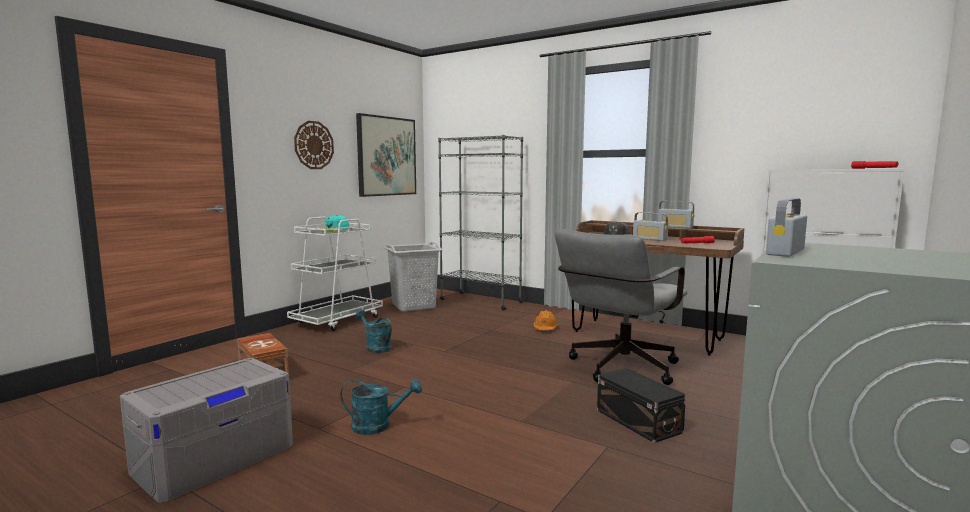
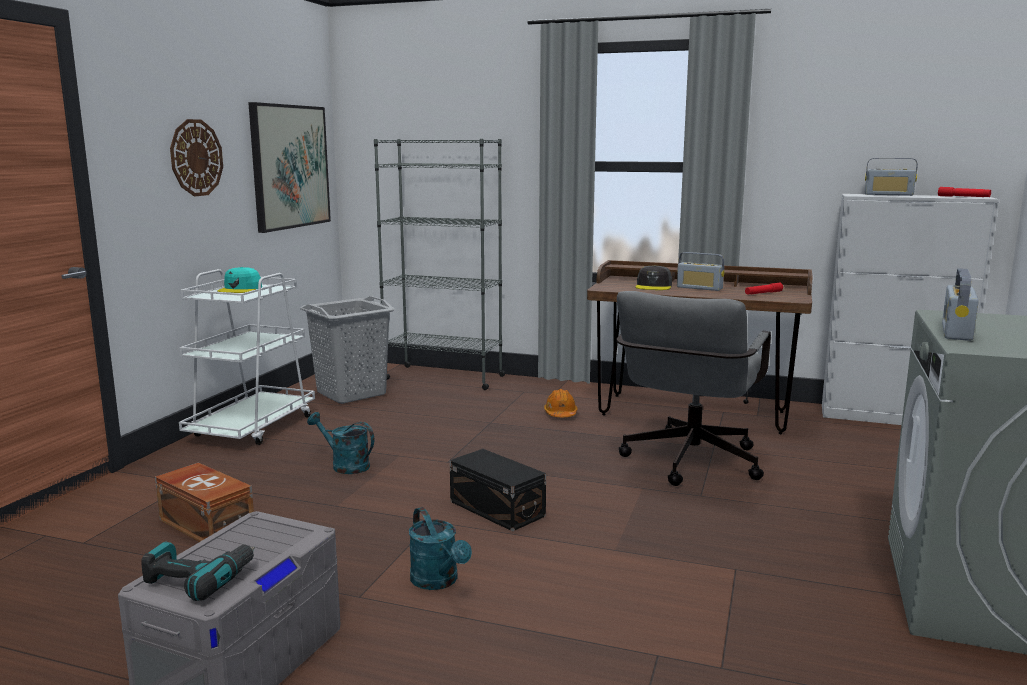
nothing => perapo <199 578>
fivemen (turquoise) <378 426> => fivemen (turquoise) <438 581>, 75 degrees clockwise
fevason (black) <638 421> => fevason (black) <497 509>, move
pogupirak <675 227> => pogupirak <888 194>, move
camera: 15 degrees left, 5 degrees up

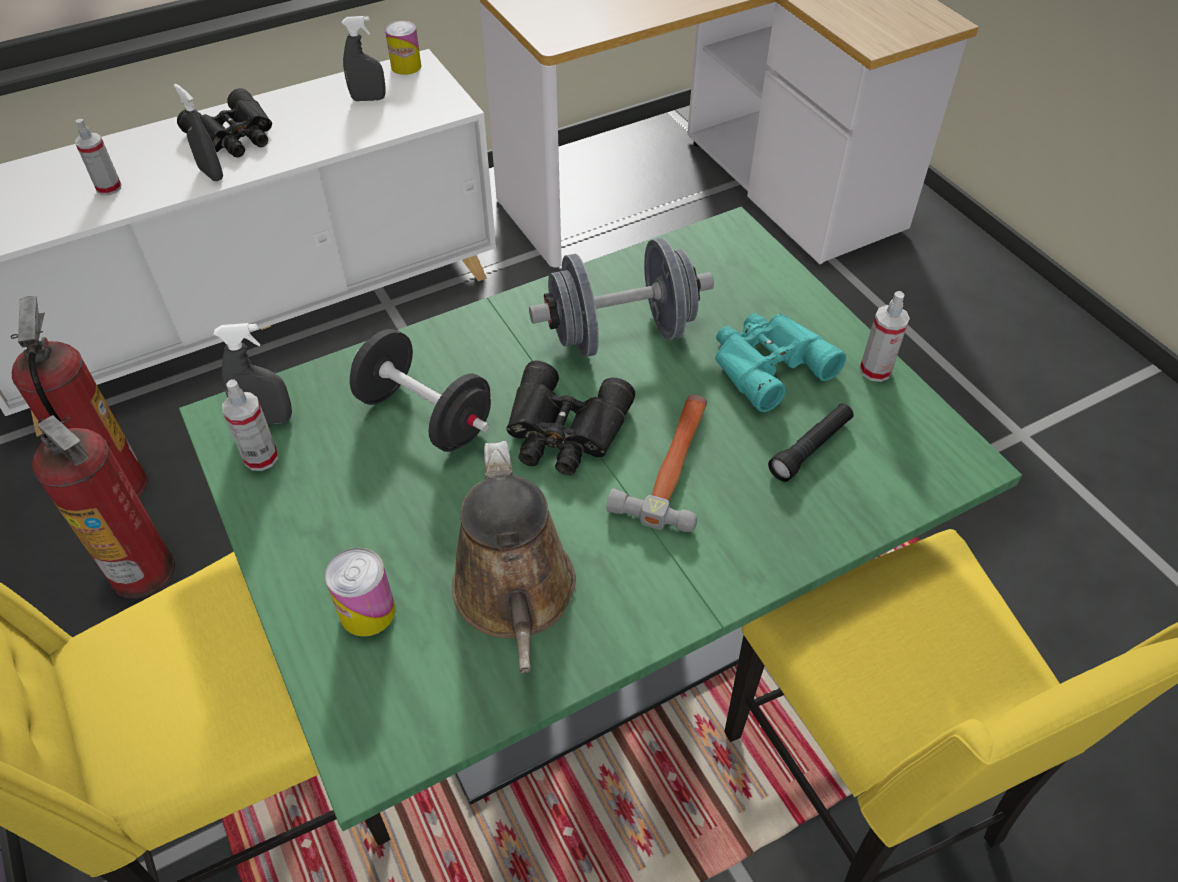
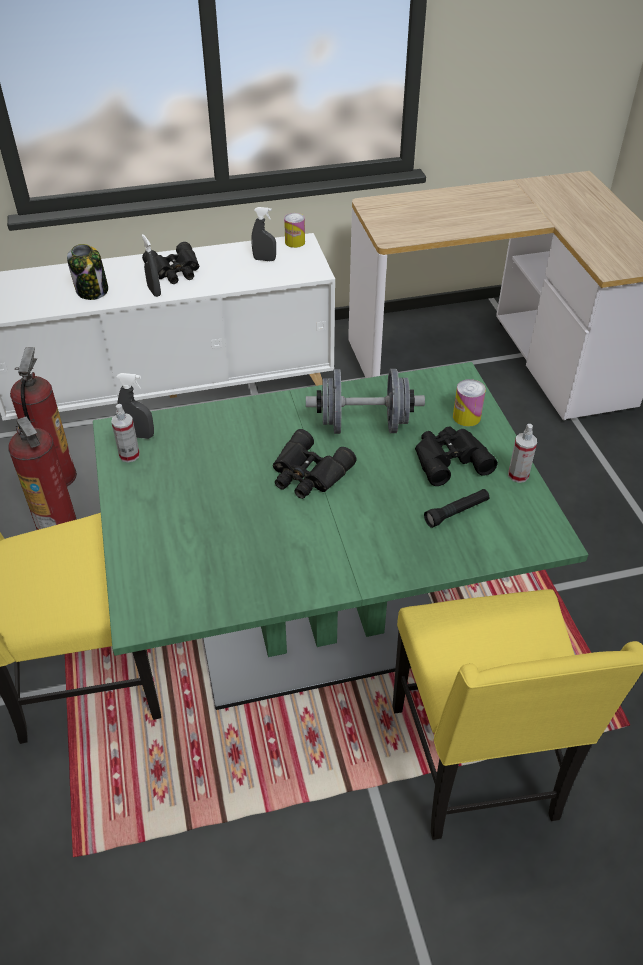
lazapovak <109 188> => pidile <92 291>
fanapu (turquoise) <766 364> => fanapu (black) <448 459>
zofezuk <367 611> => zofezuk <466 417>, move
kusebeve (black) <425 416> => nothing
fivemen (brown) <516 597> => nothing
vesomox <672 464> => nothing
camera: 15 degrees right, 5 degrees down

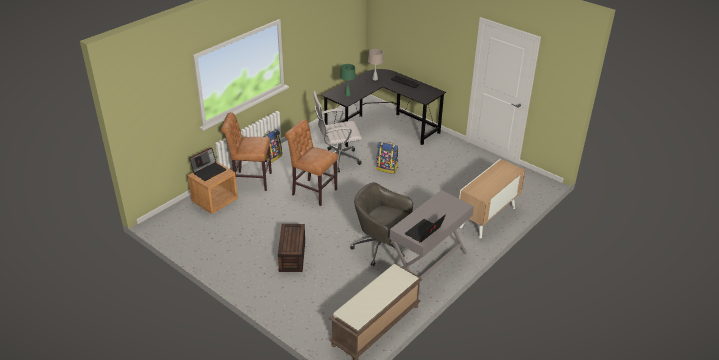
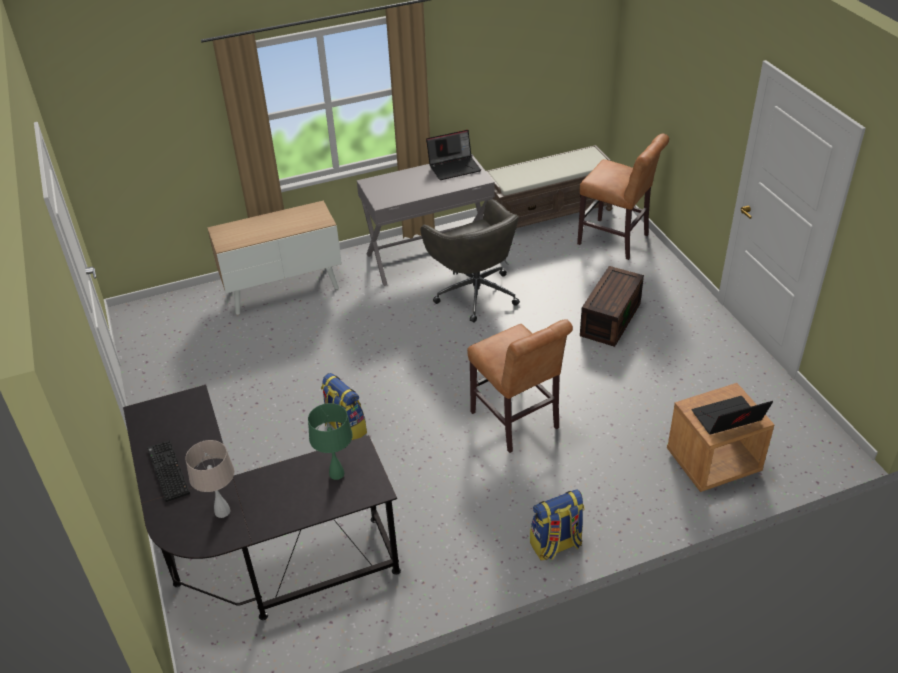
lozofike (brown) <250 181> => lozofike (brown) <616 241>, move
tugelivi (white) <337 160> => nothing
camera: 150 degrees left, 5 degrees up

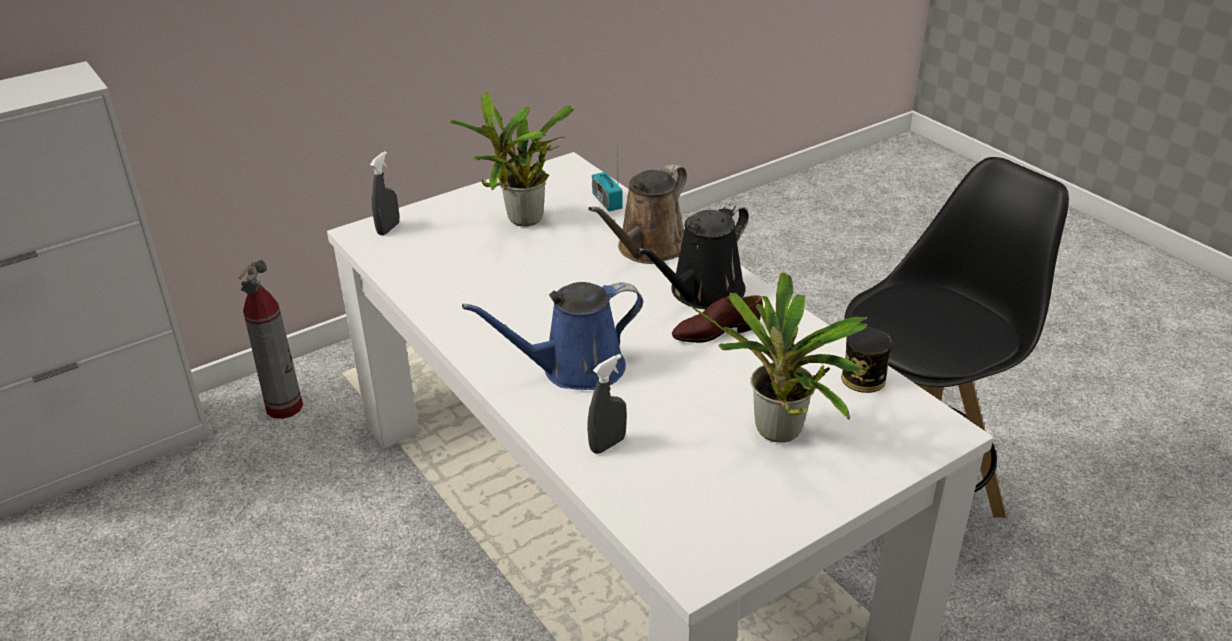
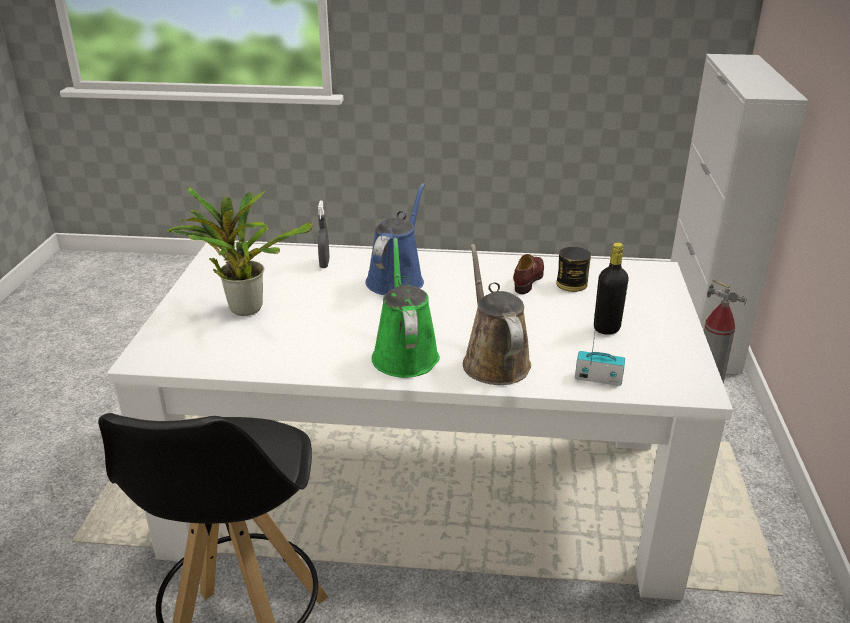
fivemen (black) <702 293> => fivemen (green) <404 354>
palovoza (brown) <716 331> => palovoza (brown) <529 279>, move
zofezuk <863 378> => zofezuk <571 284>, move
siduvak <521 222> => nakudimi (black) <606 328>
lazapovak (grey) <388 229> => nothing
camera: 130 degrees right, 5 degrees down

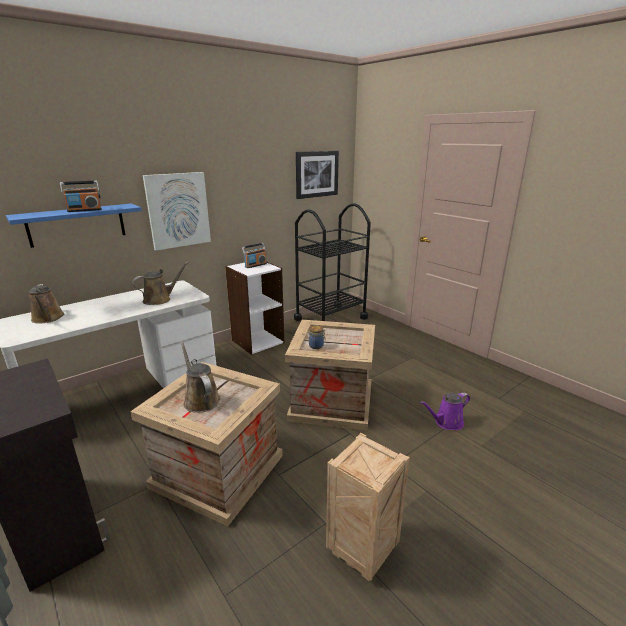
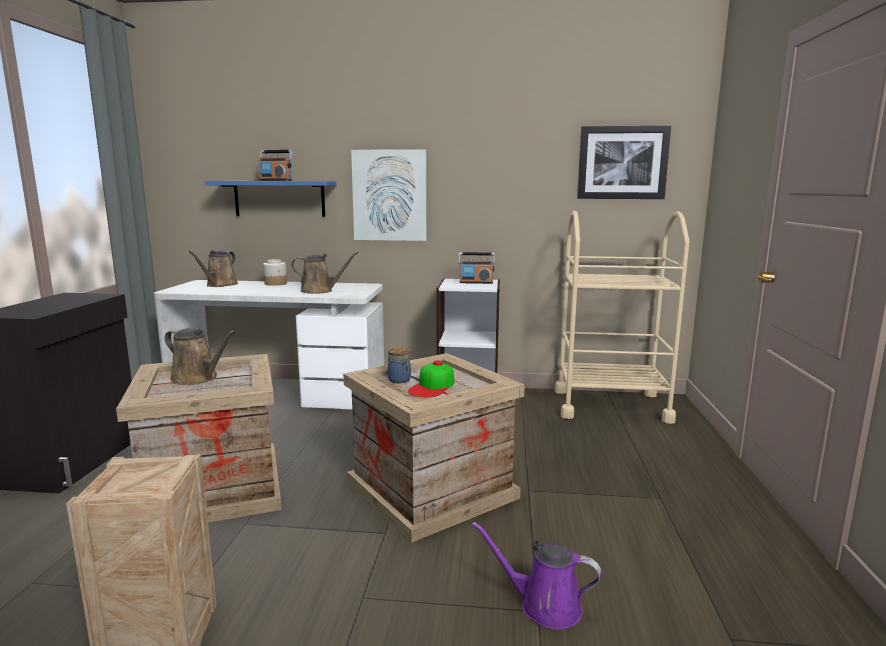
fivemen (brown) <200 399> => fivemen (brown) <197 378>, 105 degrees clockwise
nothing => pidile <276 283>
nothing => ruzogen <432 386>
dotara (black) <330 319> => dotara (beige) <610 405>
camera: 45 degrees right, 10 degrees down

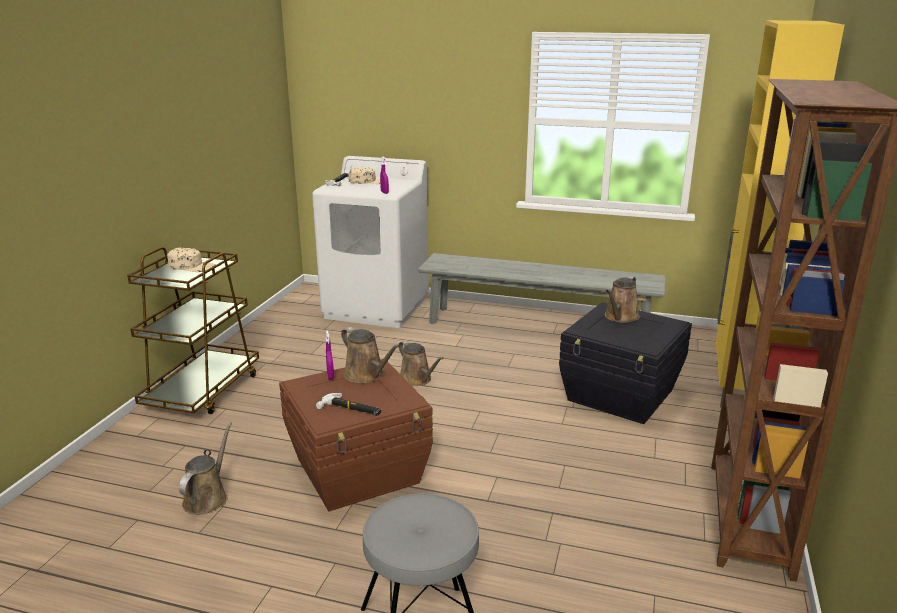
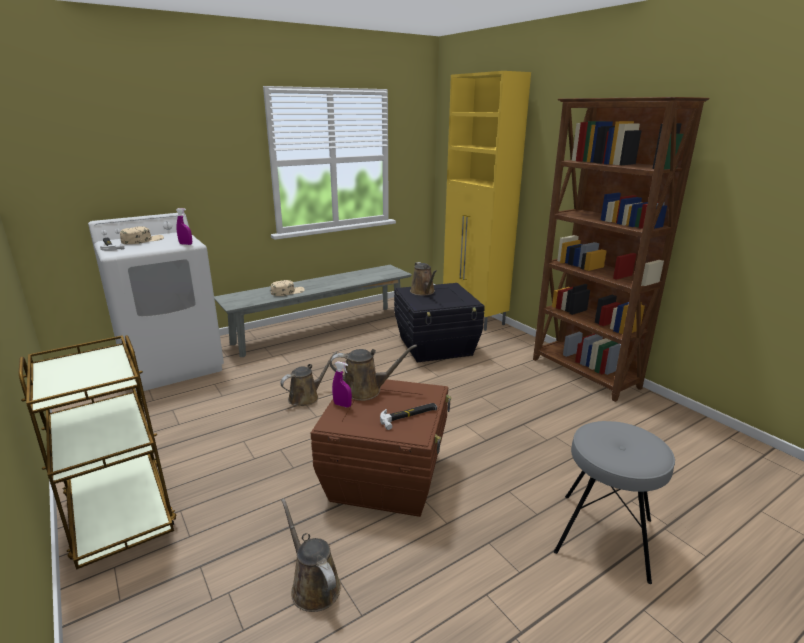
ruzogen (beige) <192 266> => ruzogen (beige) <287 292>, move
fivemen (brown) <417 379> => fivemen (brown) <306 397>, 45 degrees counterclockwise
camera: 50 degrees left, 0 degrees up

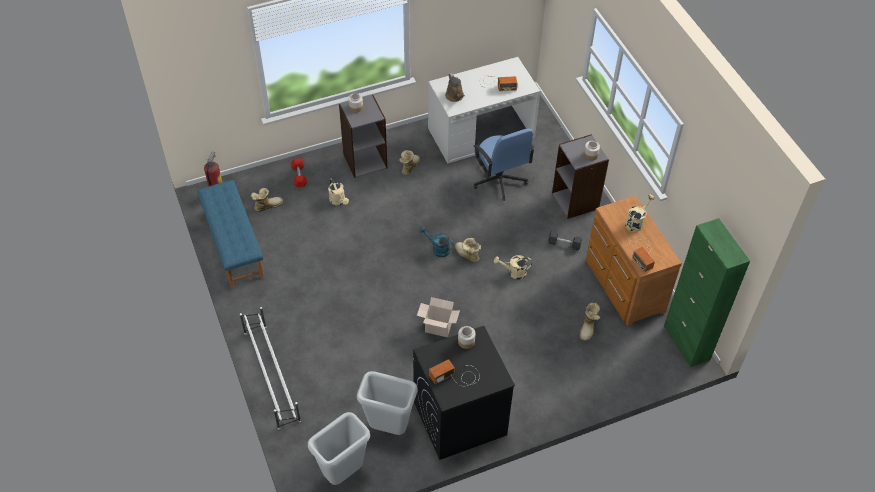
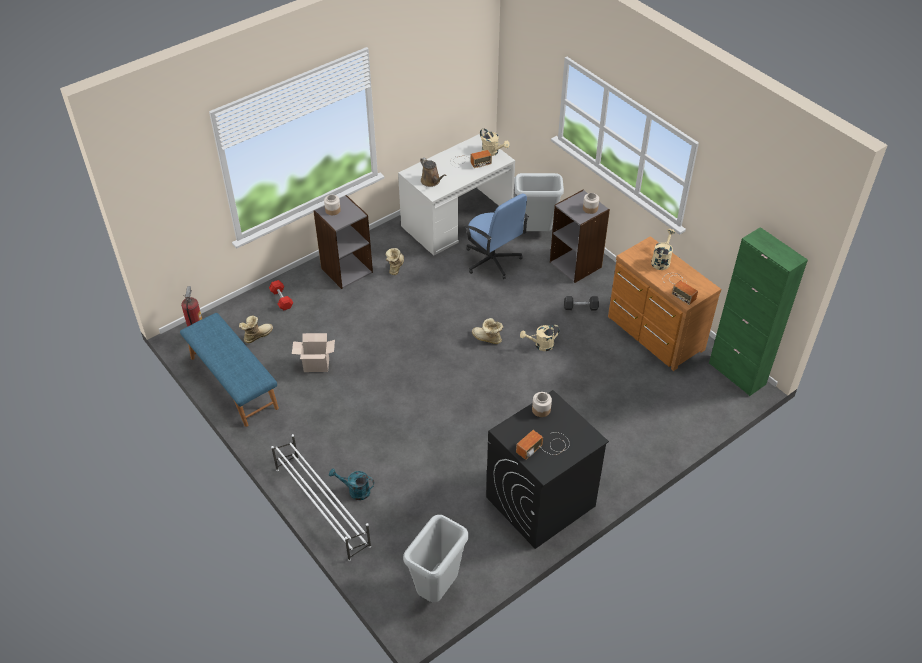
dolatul <437 328> => dolatul <315 366>, move
fivemen (turquoise) <437 249> => fivemen (turquoise) <355 491>, move
fivemen (beige) <339 201> => fivemen (beige) <492 152>, move
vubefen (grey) <389 427> => vubefen (grey) <535 232>, move
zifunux <588 328> => nothing
camera: 15 degrees left, 5 degrees down

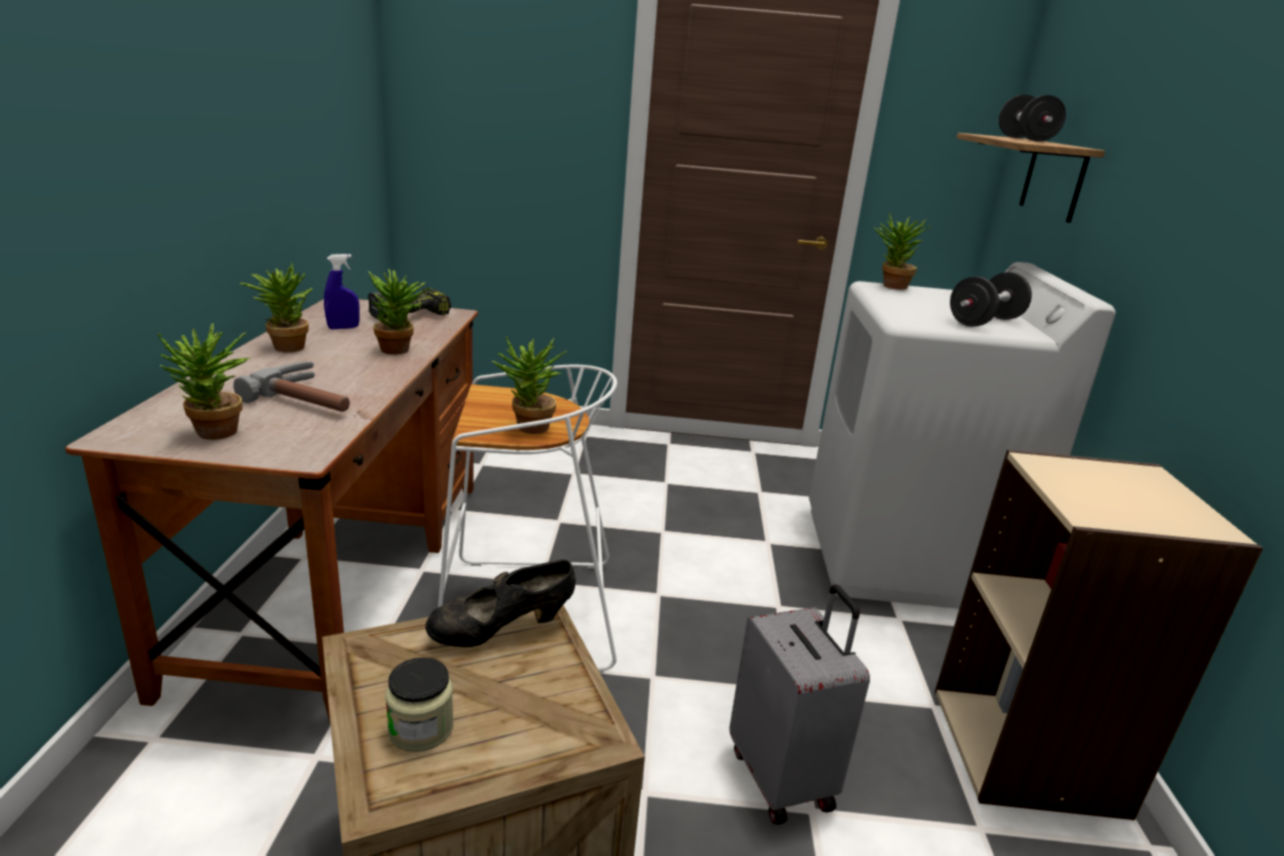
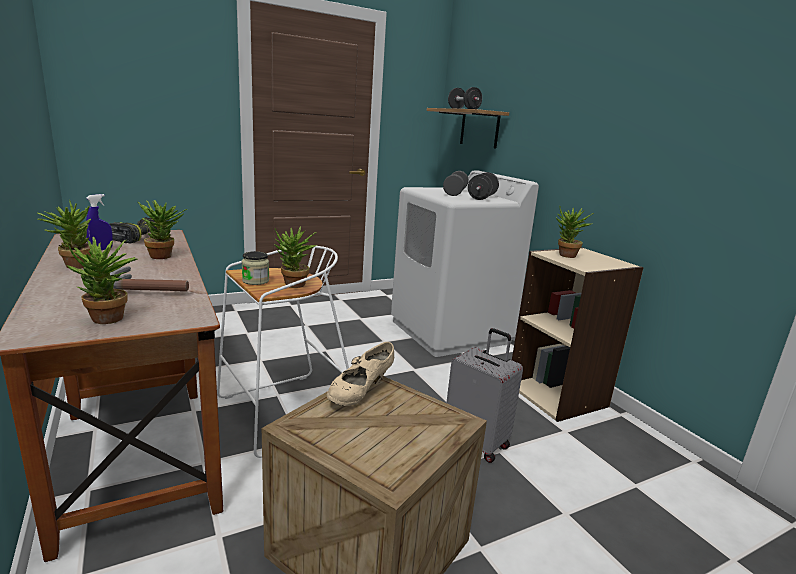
pidile <421 729> => pidile <255 281>, move
palovoza (black) <501 631> => palovoza (beige) <360 393>
nothing => kusebeve (grey) <455 192>
siduvak <890 286> => siduvak <566 256>, move
camera: 30 degrees left, 5 degrees down

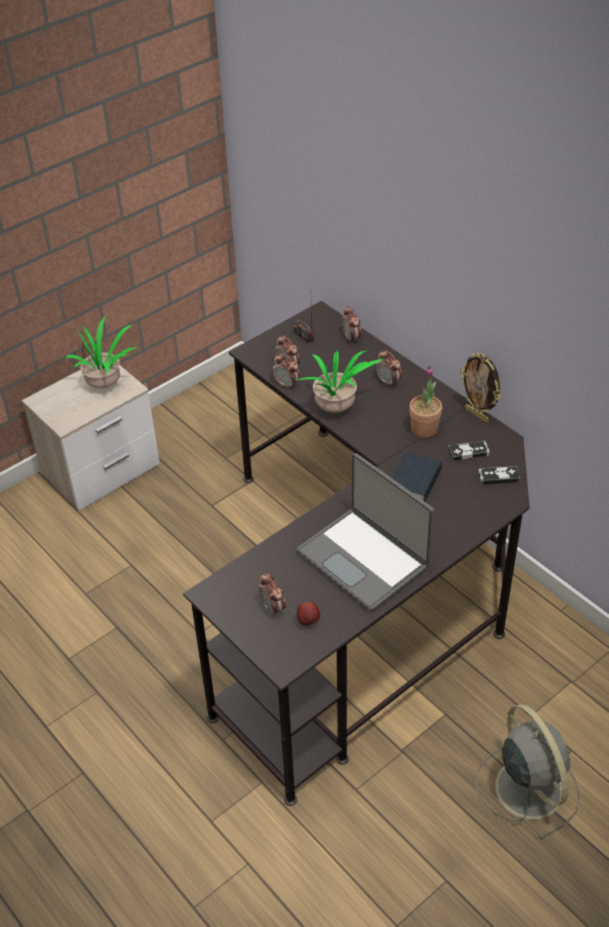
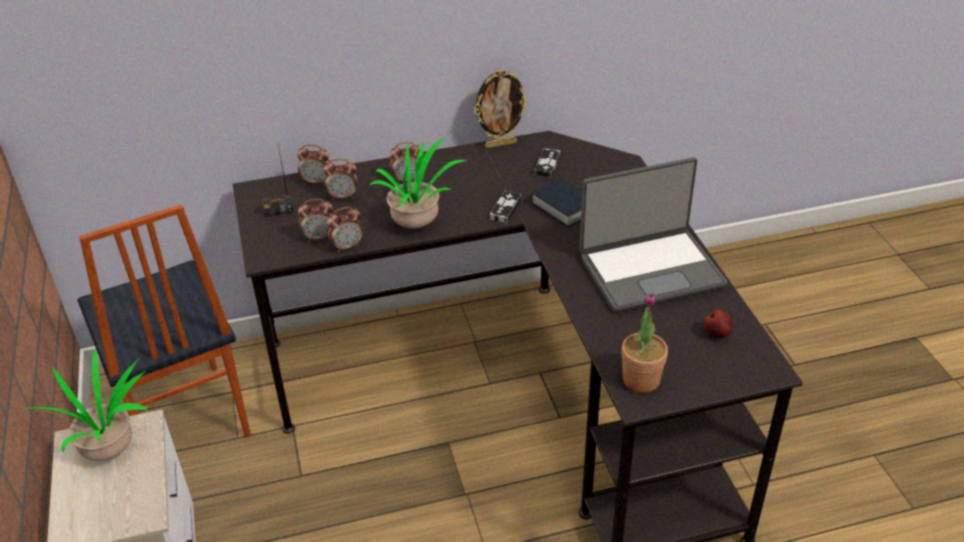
nothing => lozofike <184 420>
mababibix <273 608> => mababibix <343 196>, move
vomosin <498 477> => vomosin <505 209>, move
siduvak <424 429> => siduvak <641 380>, move
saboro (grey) <527 786> => nothing
camera: 65 degrees left, 5 degrees down

